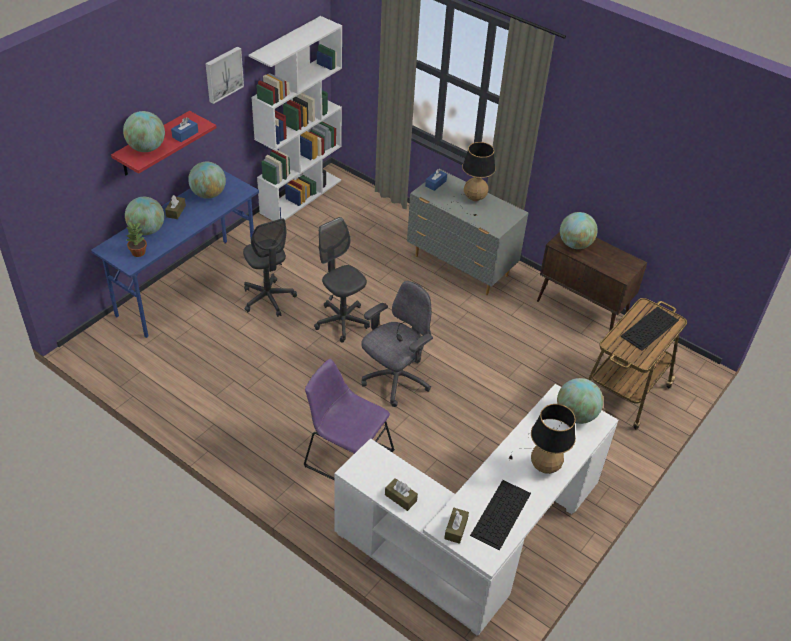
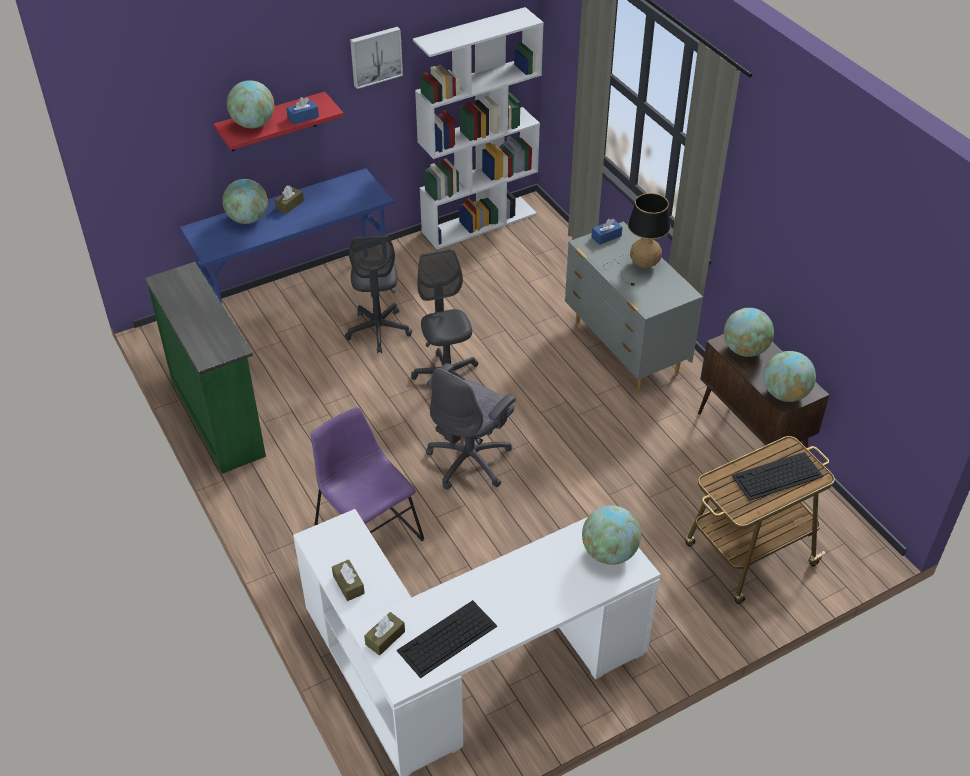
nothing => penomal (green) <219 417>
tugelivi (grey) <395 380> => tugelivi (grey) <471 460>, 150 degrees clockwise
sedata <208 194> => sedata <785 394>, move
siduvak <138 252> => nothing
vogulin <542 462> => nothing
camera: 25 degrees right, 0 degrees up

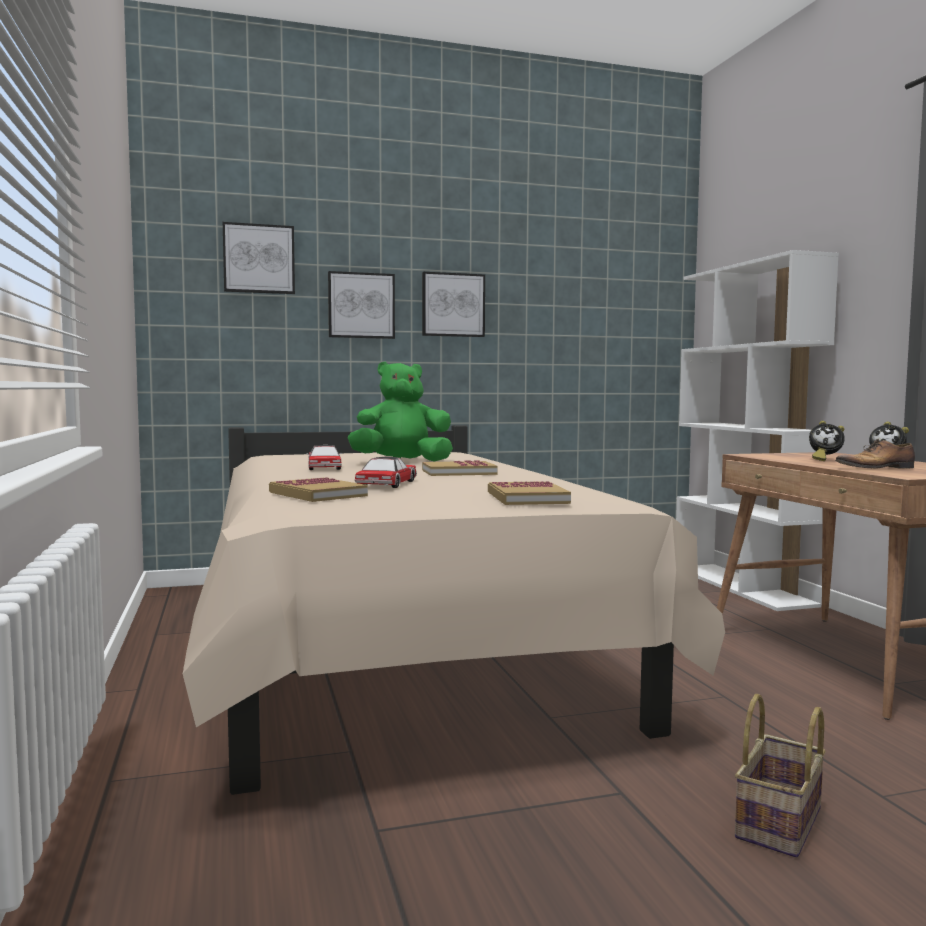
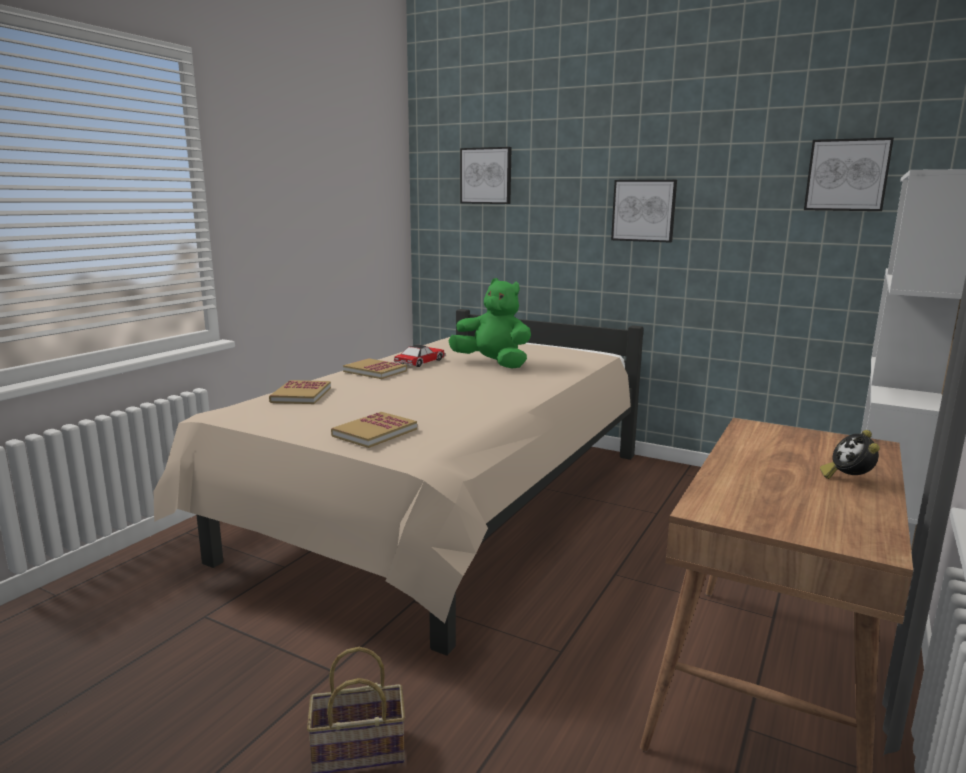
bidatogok <459 472> => bidatogok <375 371>, move
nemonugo <361 305> => nemonugo <847 175>, move
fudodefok <387 484> => nothing
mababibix <824 459> => nothing
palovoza <877 468> => nothing
camera: 45 degrees right, 10 degrees up

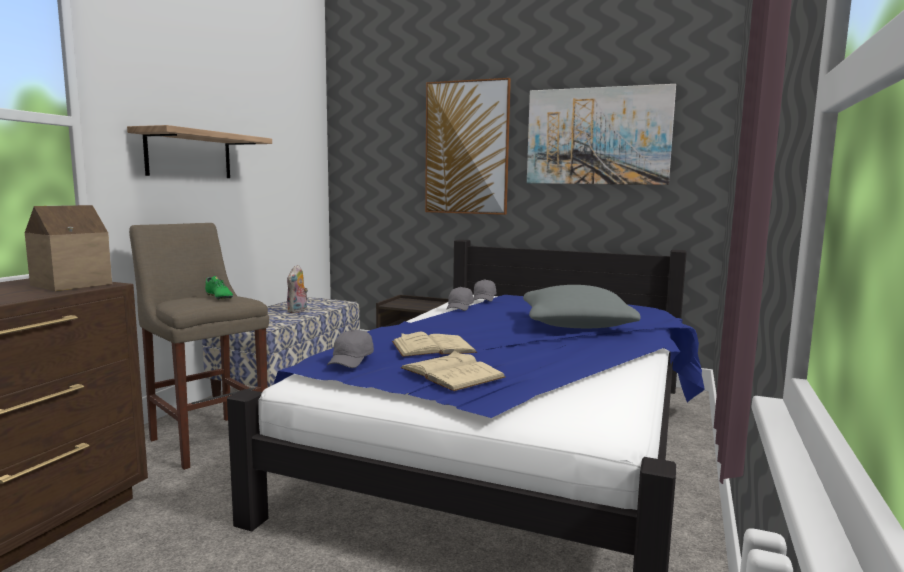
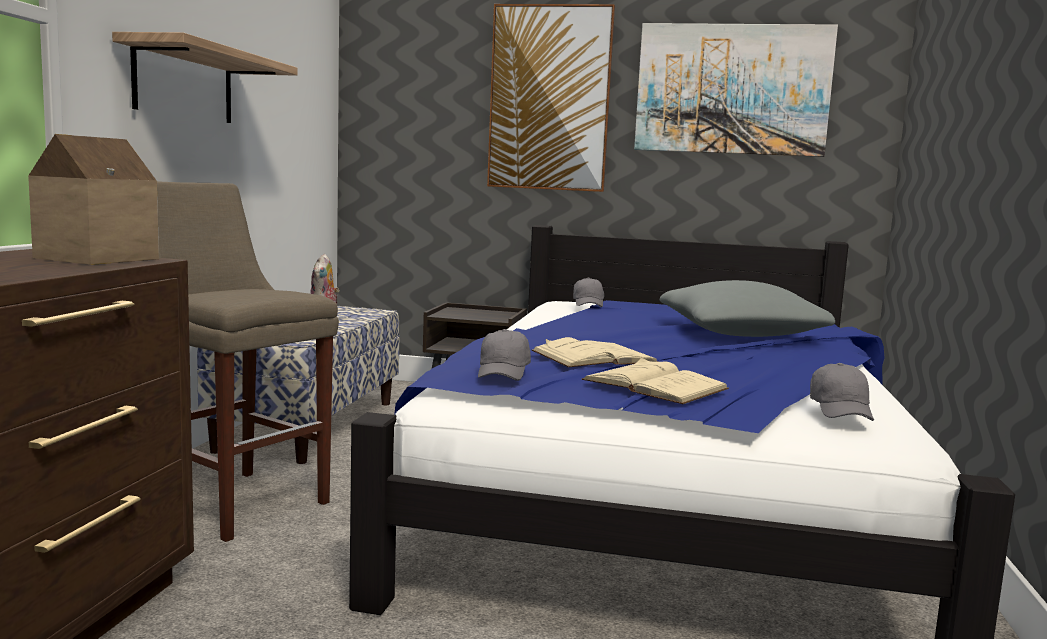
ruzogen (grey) <459 307> => ruzogen (grey) <841 410>, move
palovoza (green) <219 297> => nothing
camera: 10 degrees left, 0 degrees up

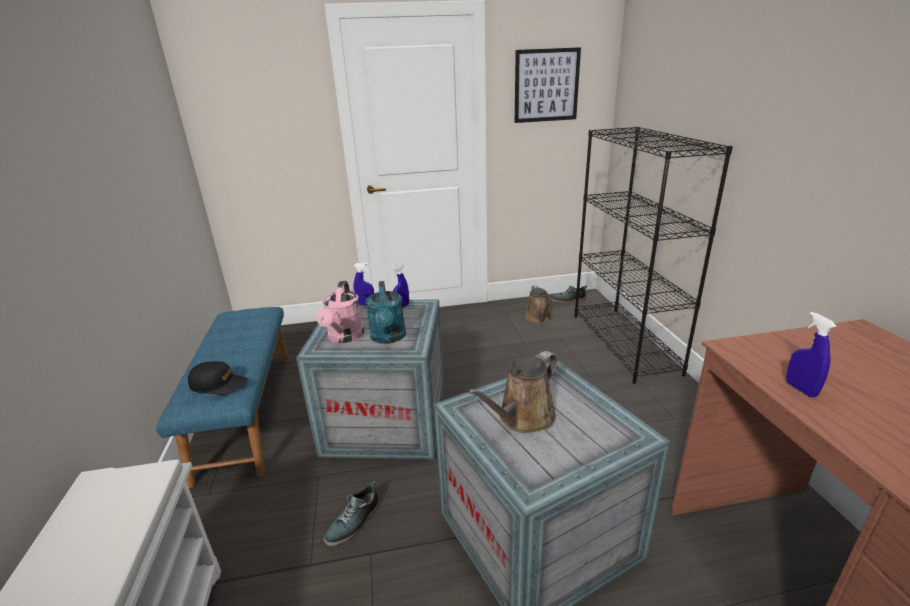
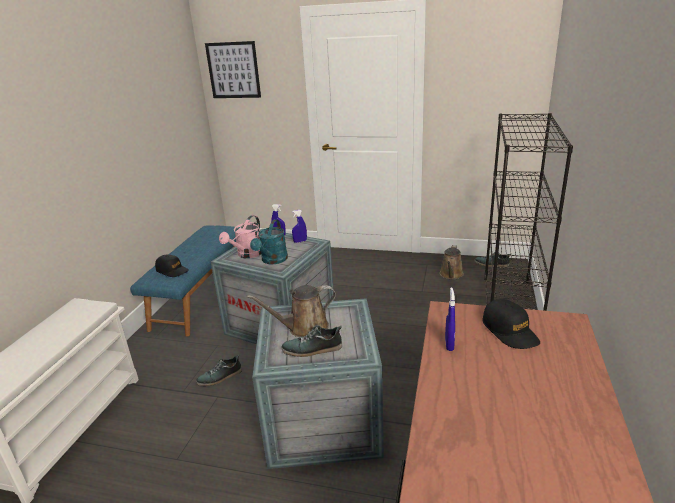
nemonugo <546 85> => nemonugo <233 70>, move
nothing => palovoza <312 349>
nothing => ruzogen (black) <510 331>
camera: 25 degrees right, 0 degrees up

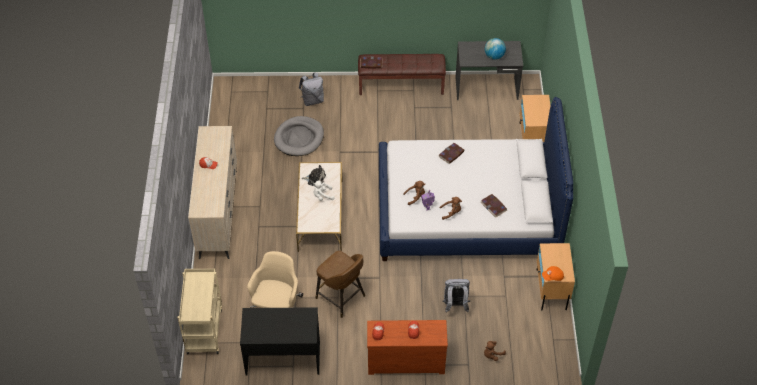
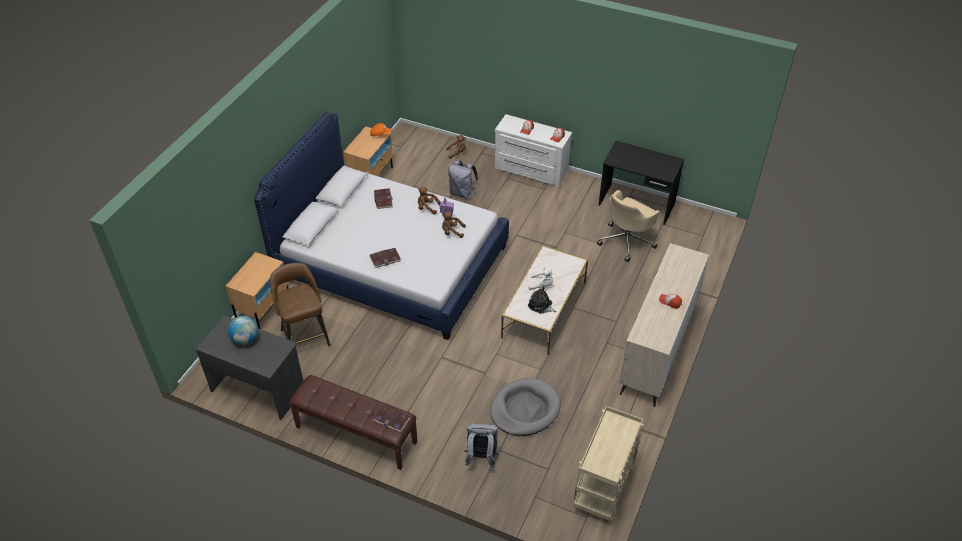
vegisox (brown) <341 298> => vegisox (brown) <305 336>, move
penomal (brown) <405 360> => penomal (white) <530 171>
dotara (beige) <204 330> => dotara (beige) <604 488>, move
camera: 155 degrees left, 5 degrees down

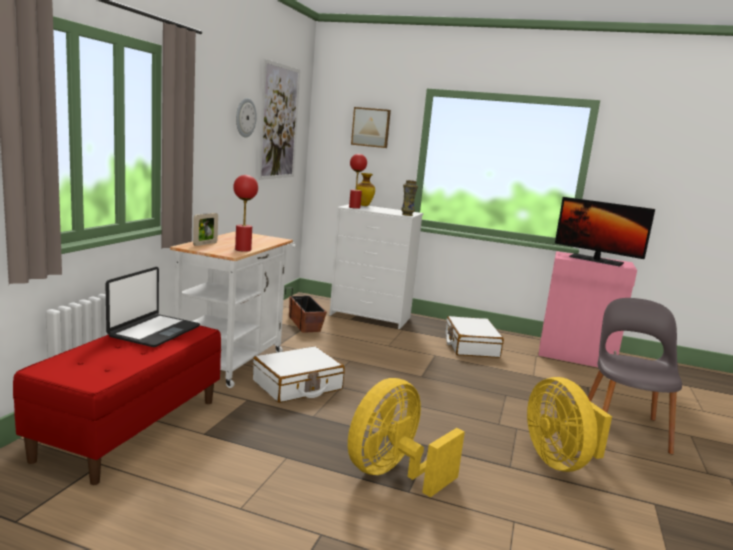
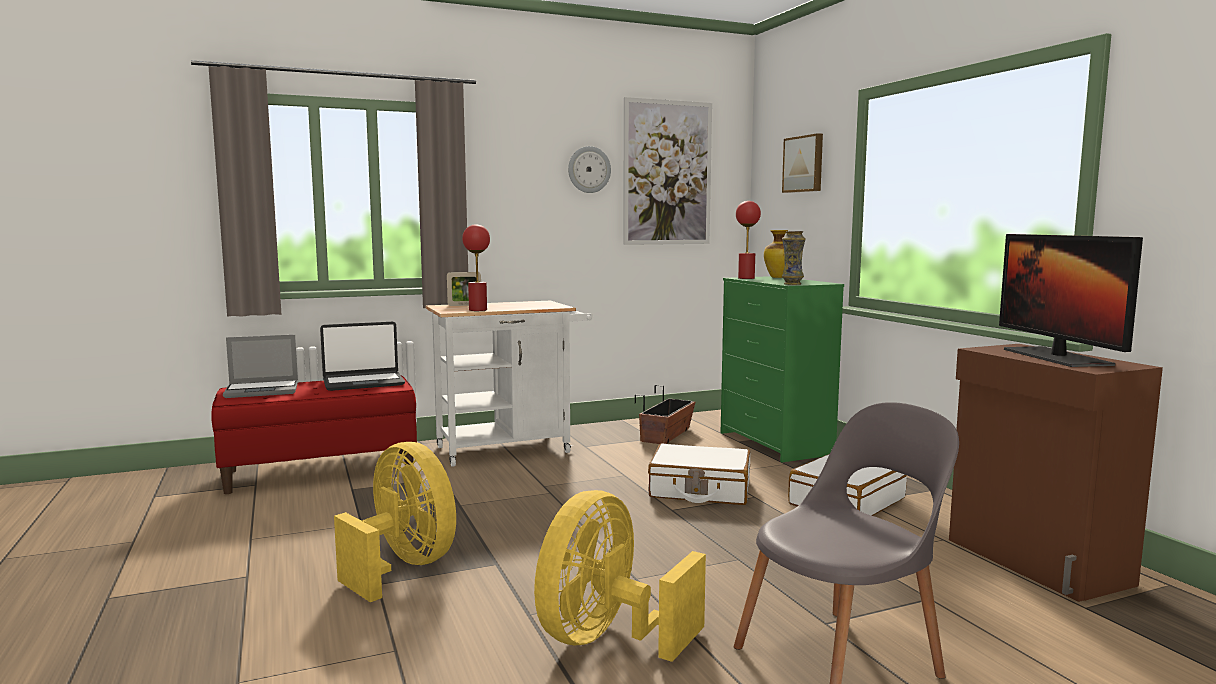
nothing => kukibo <263 390>
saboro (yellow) <393 473> => saboro (yellow) <403 567>, 45 degrees clockwise
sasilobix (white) <297 385> => sasilobix (white) <700 490>, move
penomal (white) <371 316> => penomal (green) <776 443>
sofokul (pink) <576 357> => sofokul (brown) <1036 562>
camera: 50 degrees right, 5 degrees down

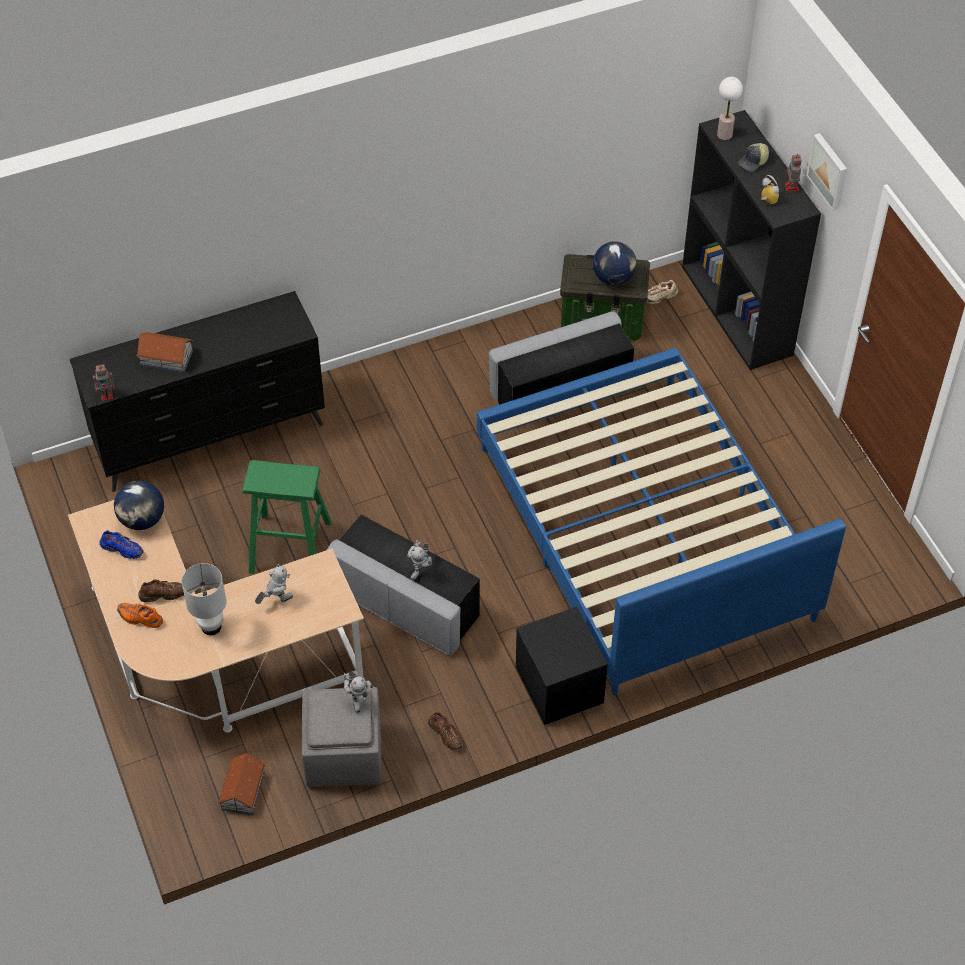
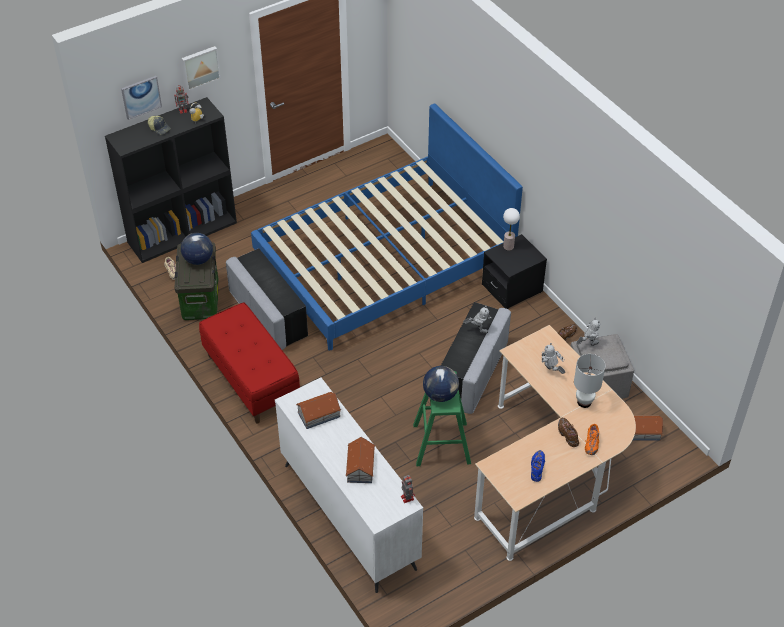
nothing => nemonugo <141 97>
nothing => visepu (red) <251 379>
penomal (black) <211 437> => penomal (white) <349 515>
nothing => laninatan <318 414>
sedata <142 520> => sedata <440 395>, move
vogulin <724 135> => vogulin <508 246>, move
camera: 100 degrees left, 5 degrees down

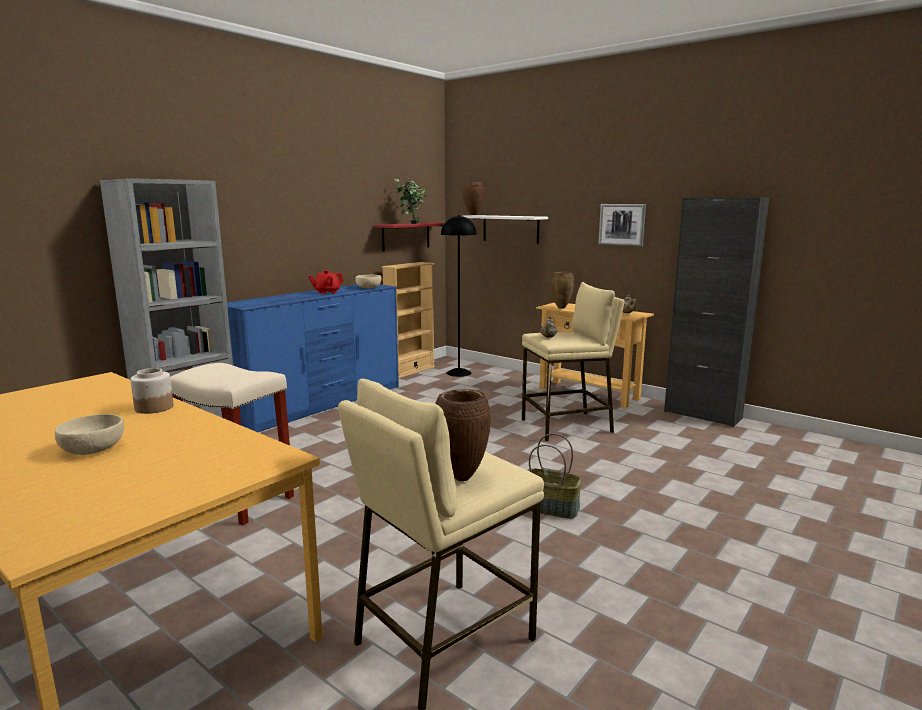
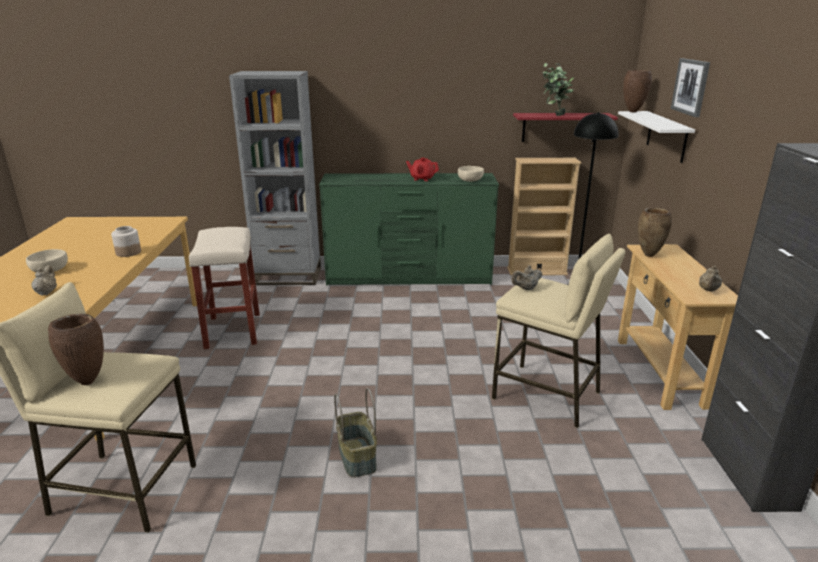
nothing => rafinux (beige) <47 292>
penomal (blue) <321 404> => penomal (green) <409 277>
nemonugo <622 224> => nemonugo <691 87>, move
camera: 50 degrees right, 10 degrees up

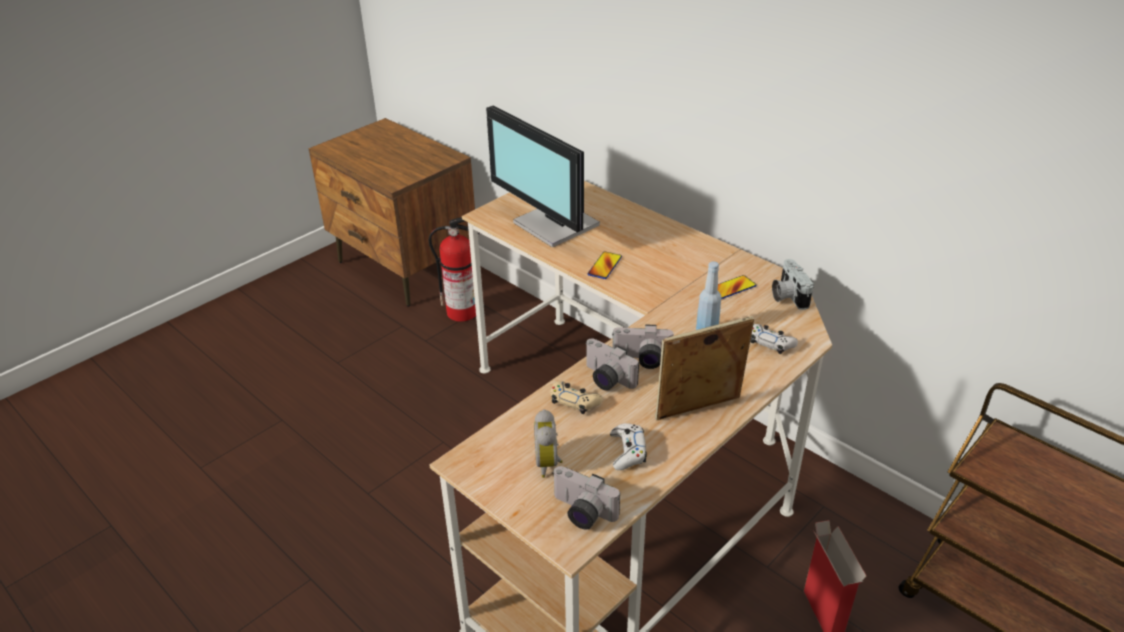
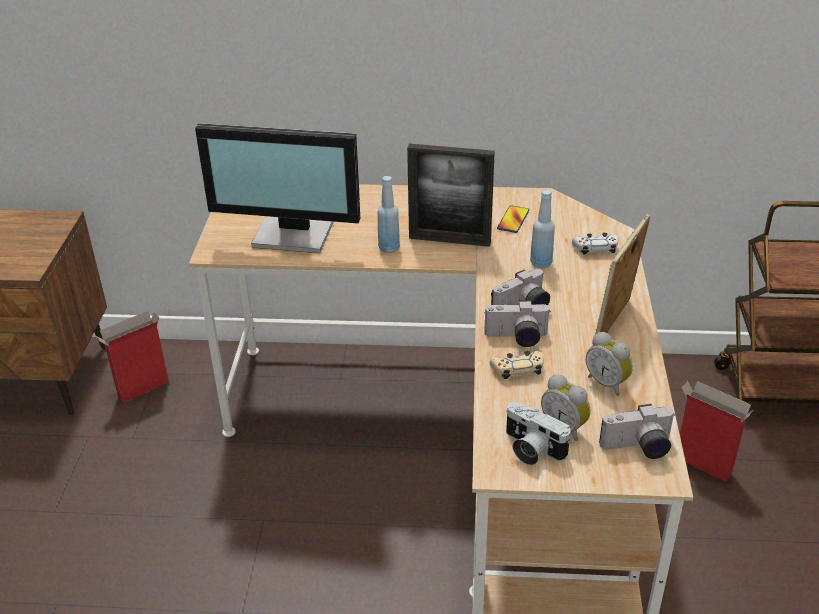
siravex <463 312> => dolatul <142 389>
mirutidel <605 266> => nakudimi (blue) <389 248>
nothing => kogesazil <449 240>
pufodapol <787 296> => pufodapol <531 449>, move
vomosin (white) <628 451> => mababibix <607 383>
camera: 40 degrees left, 0 degrees up

